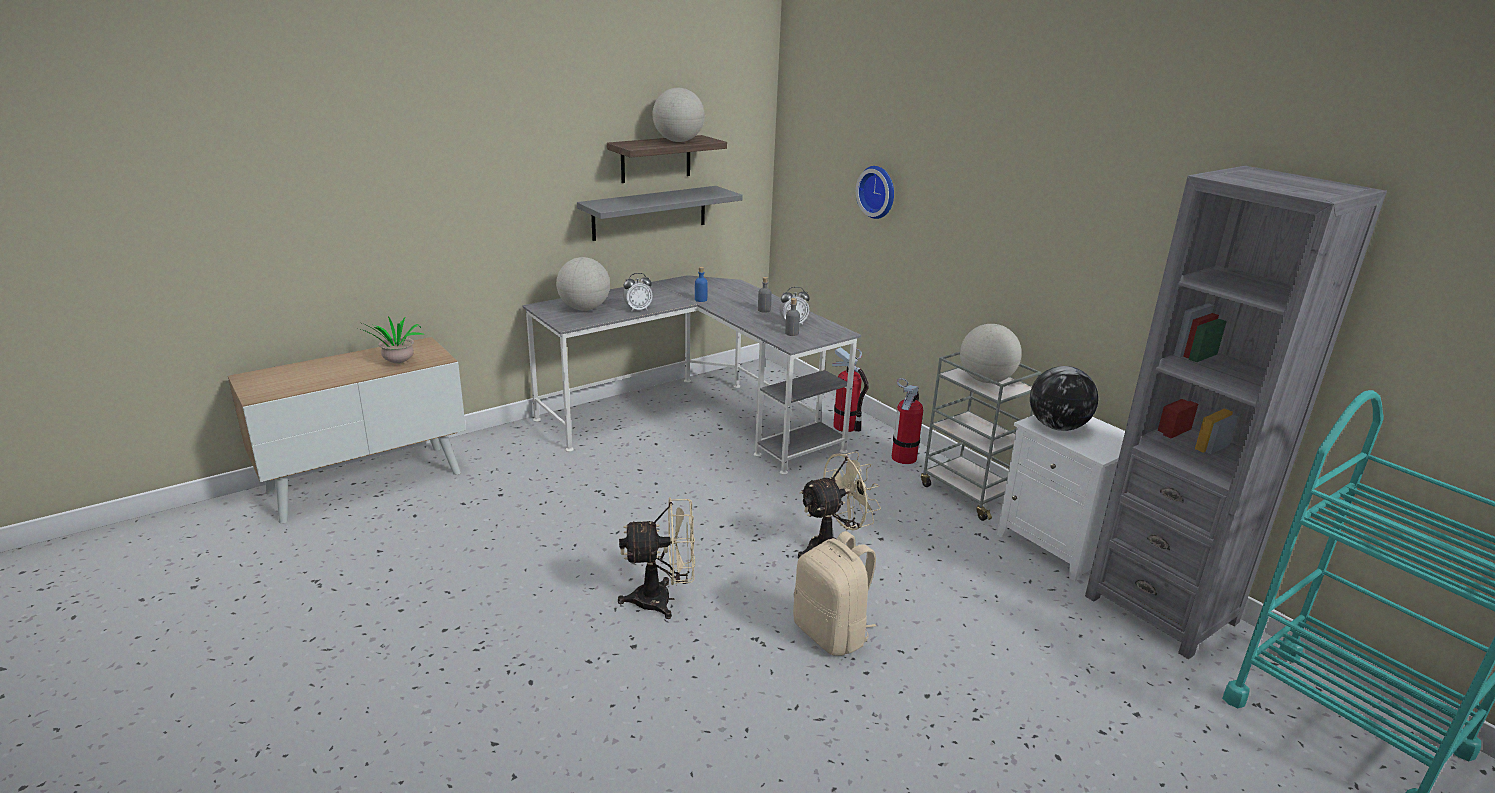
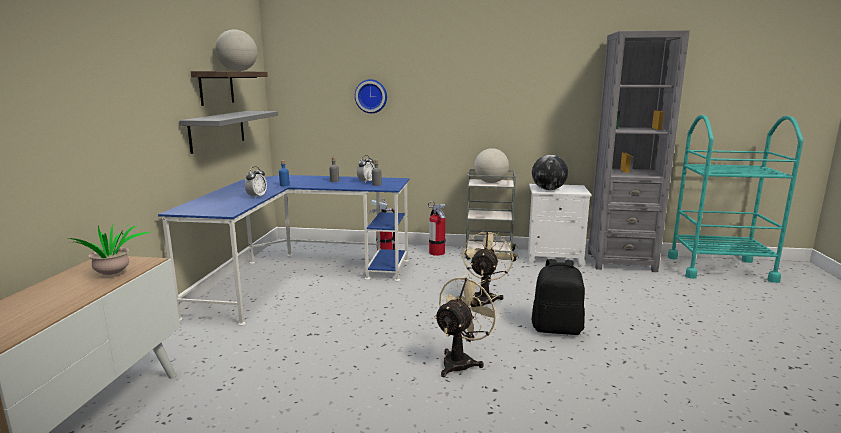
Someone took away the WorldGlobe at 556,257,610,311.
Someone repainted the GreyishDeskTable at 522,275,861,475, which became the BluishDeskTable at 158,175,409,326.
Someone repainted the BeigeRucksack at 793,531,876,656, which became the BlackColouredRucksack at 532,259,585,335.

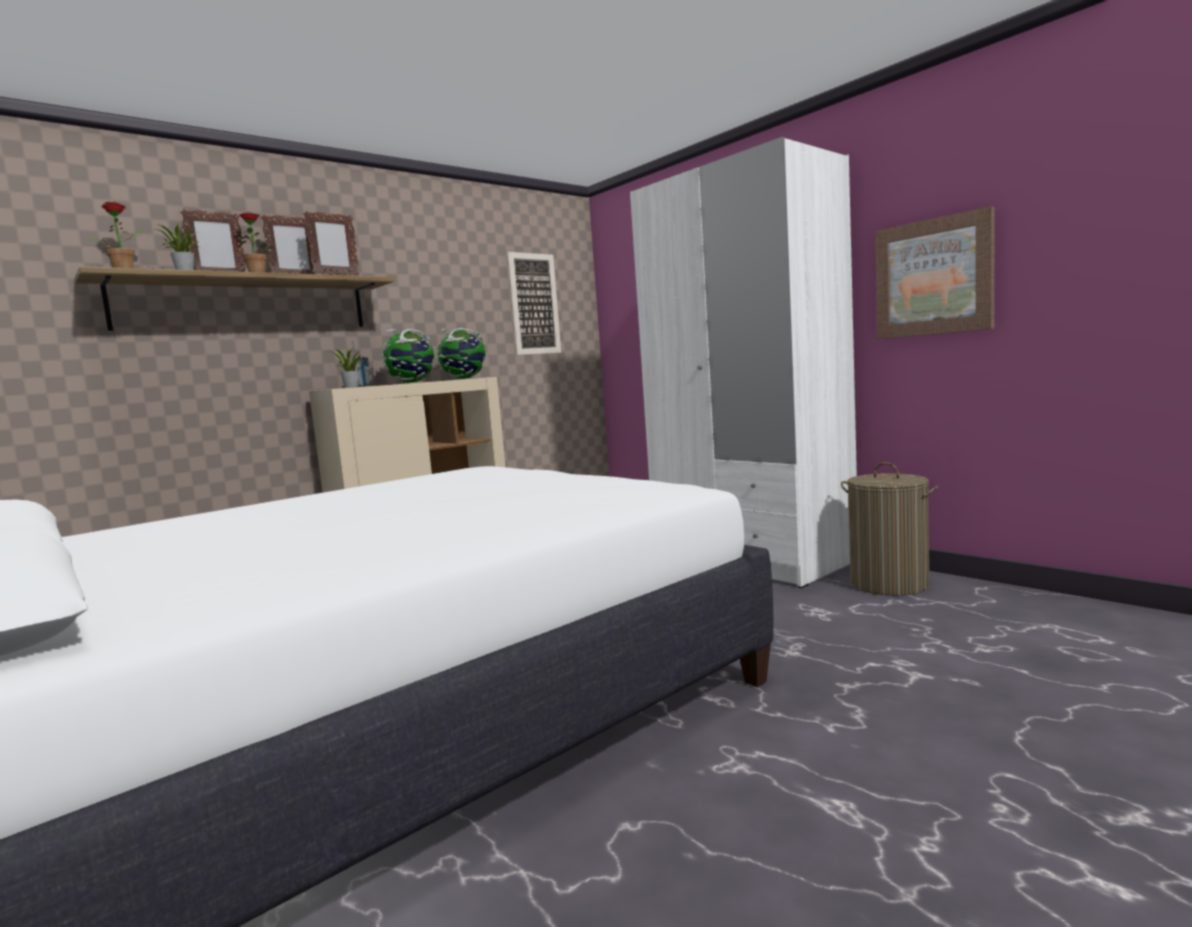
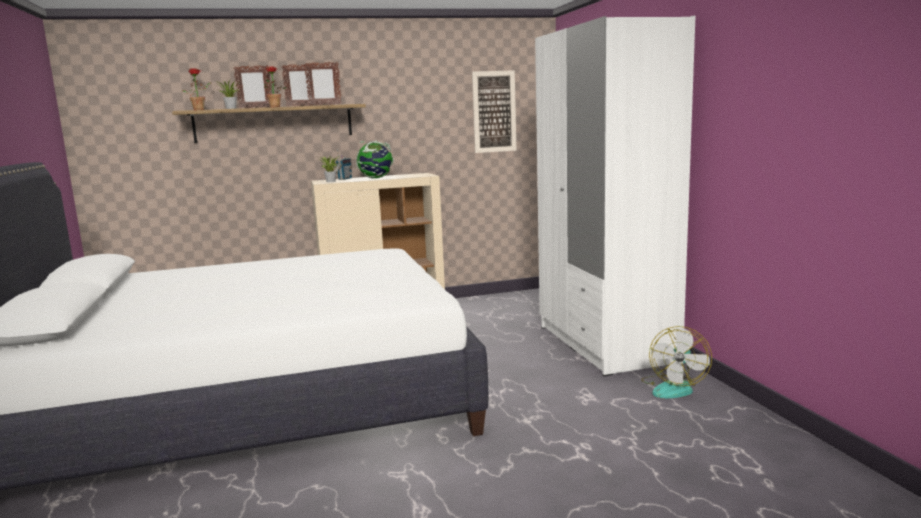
Someone took away the WorldGlobe at 437,328,487,379.
Someone took away the WallArt at 875,206,995,339.
Someone swapped the Hamper at 841,462,938,596 for the ElectricFan at 641,326,712,398.

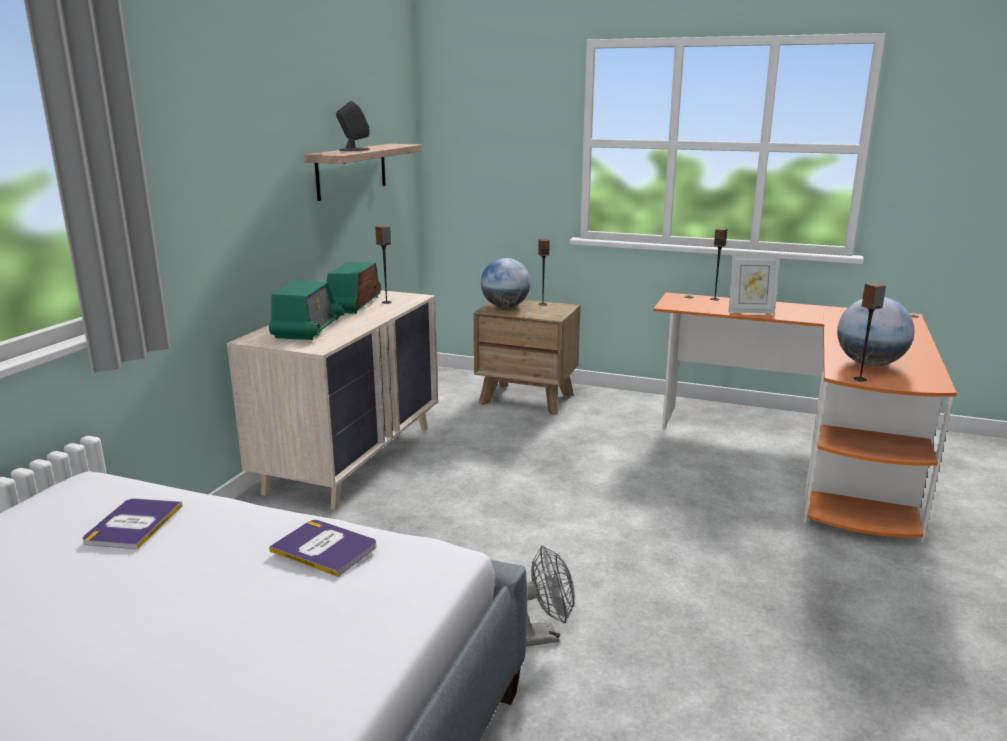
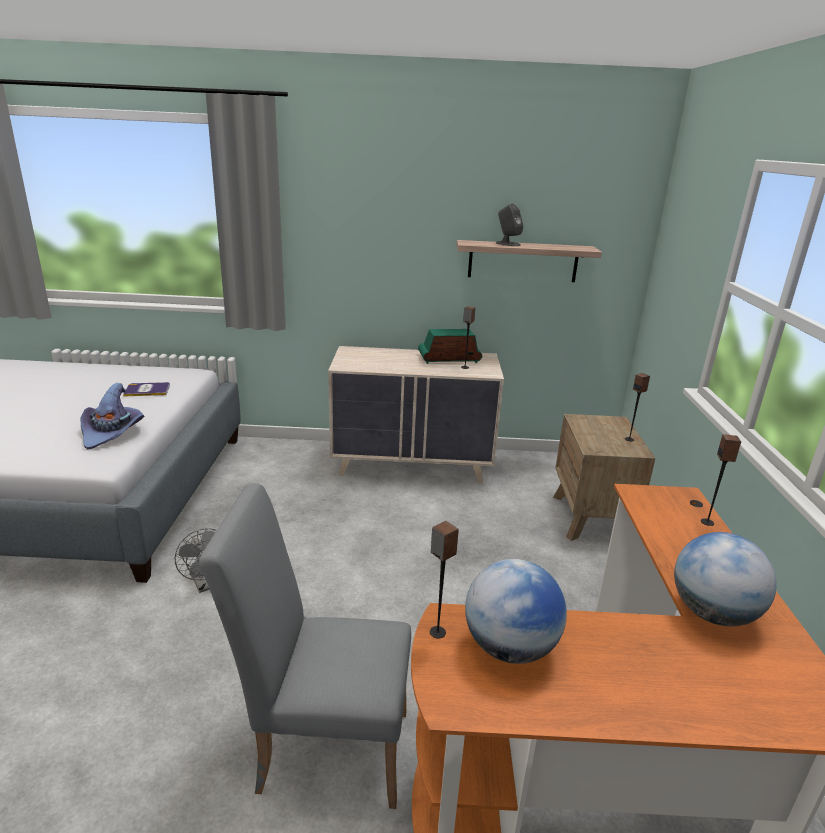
Someone took away the RadioSet at 269,280,345,340.
Someone took away the PhotoFrame at 729,255,779,314.
Someone put down the GreyishUprightChair at 199,483,411,809.
Someone carried the WorldGlobe from 481,258,530,308 to 674,532,777,626.
Someone swapped the Book at 269,520,376,577 for the PurplishWearableHat at 80,383,145,449.

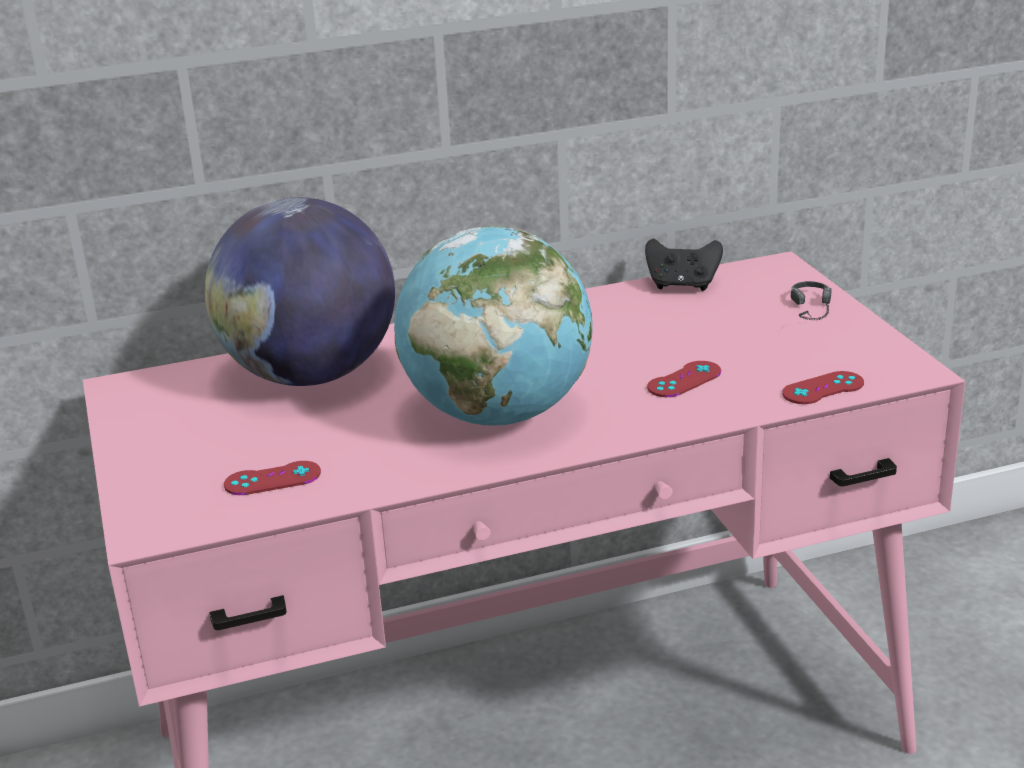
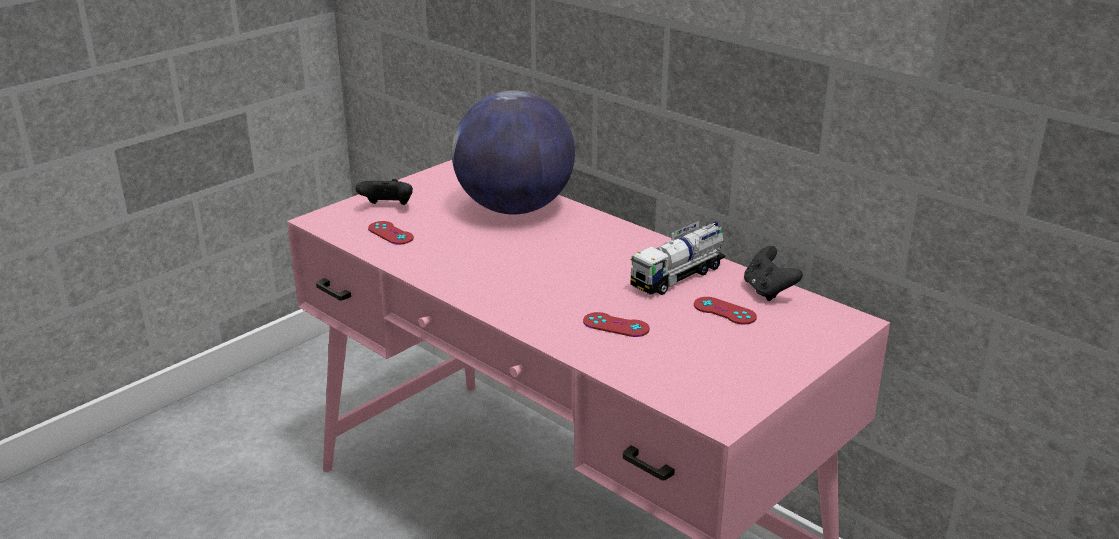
Someone took away the WorldGlobe at 394,226,592,426.
Someone took away the Headphones at 791,281,832,320.
Someone put down the BlackColouredJoypad at 355,179,413,205.
Someone put down the ModelTruck at 630,221,726,295.
Someone carried the RedJoypad from 782,371,864,404 to 694,297,757,325.

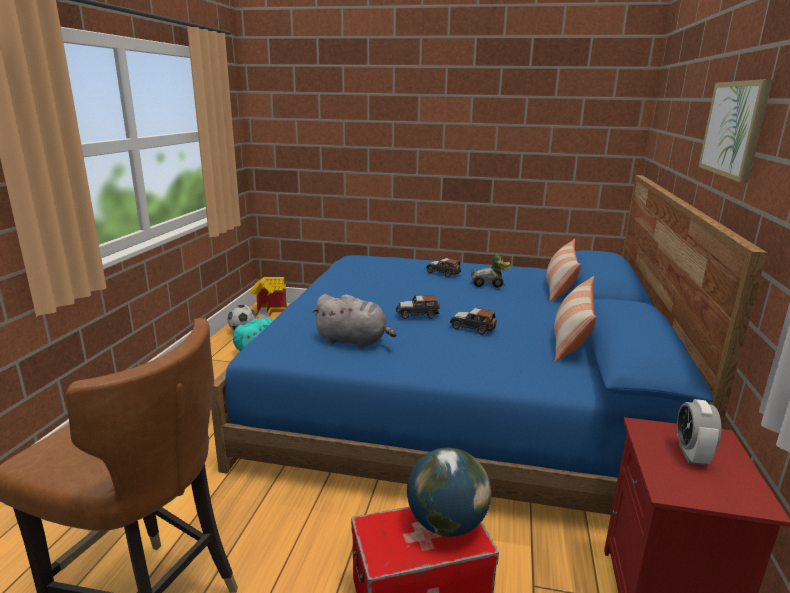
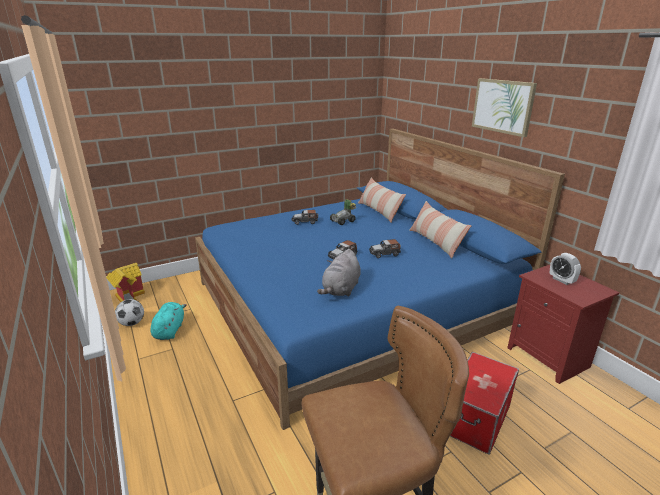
Someone took away the WorldGlobe at 407,448,491,537.
Someone rotated the GreyishSoftToy at 312,294,396,348 by 135 degrees clockwise.

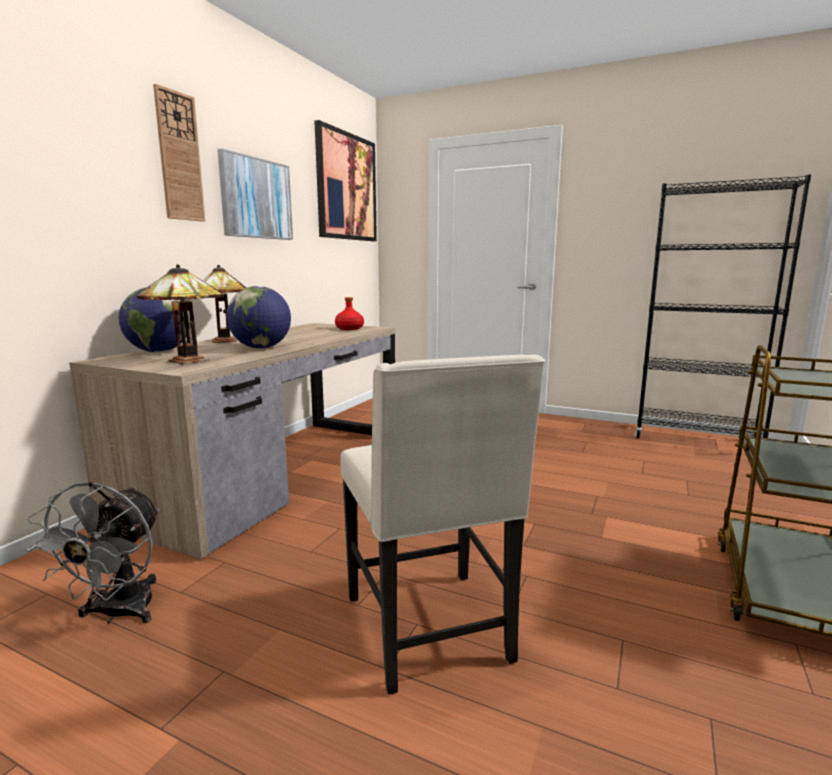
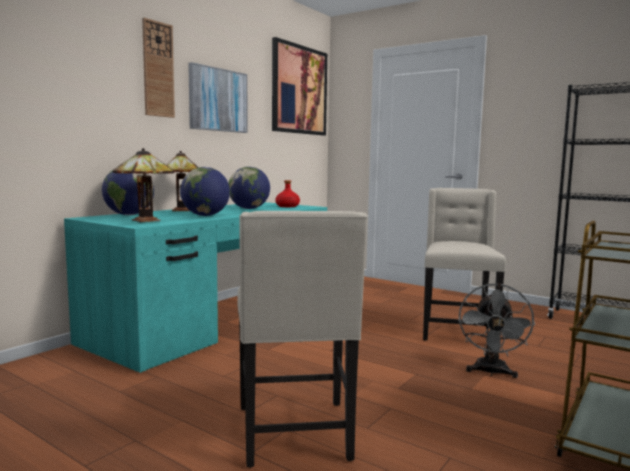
Someone put down the WorldGlobe at 228,167,270,209.
Someone put down the BeigeUprightChair at 423,188,506,341.
Someone carried the GreyishElectricFan from 26,482,160,624 to 459,283,535,378.
Someone repainted the BrownishDeskTable at 69,323,396,559, which became the BlueGreenDeskTable at 64,202,327,373.

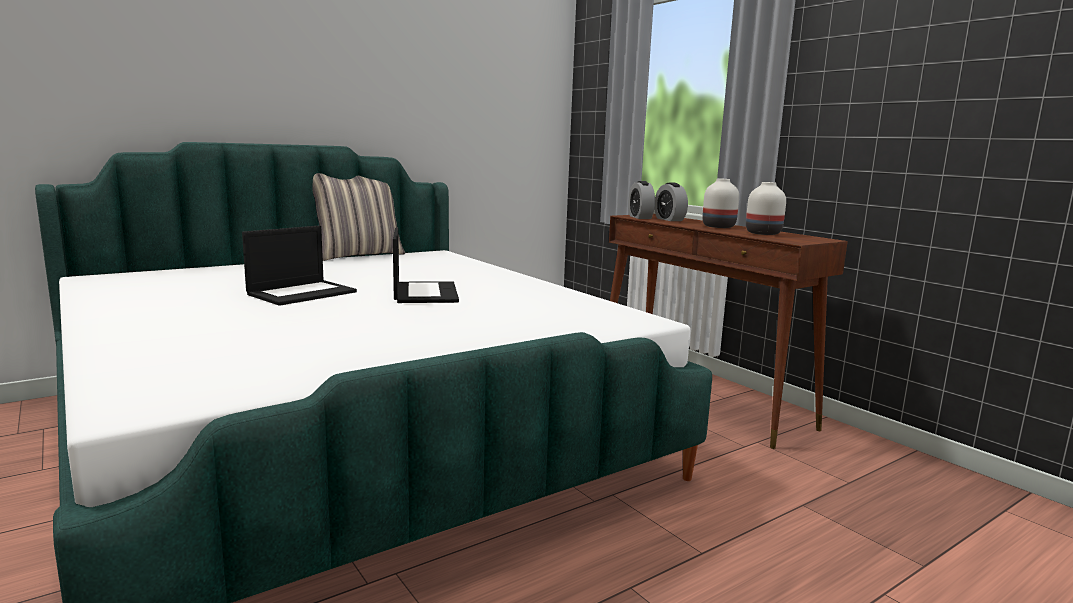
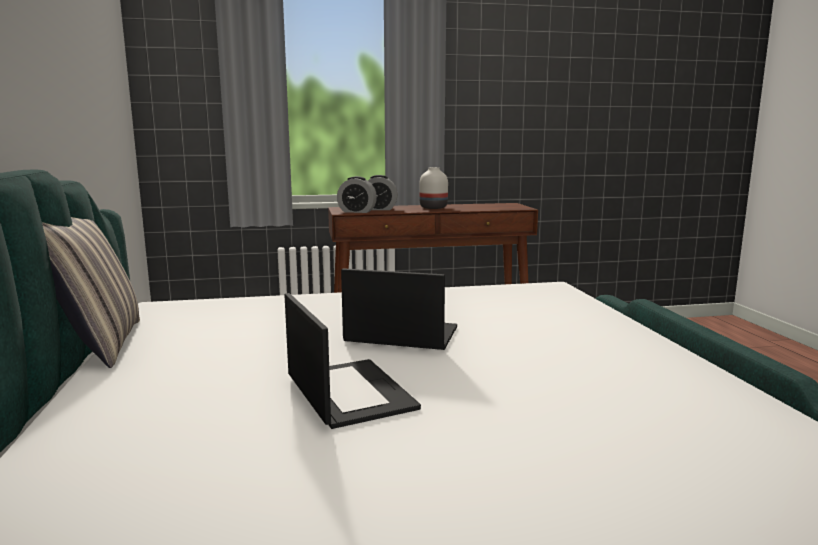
Someone took away the WhiteColouredVase at 746,182,786,235.

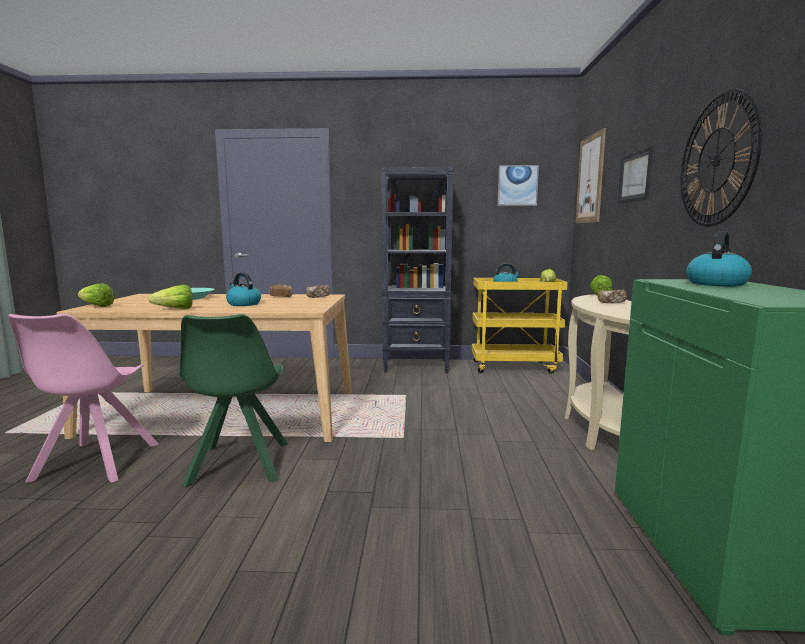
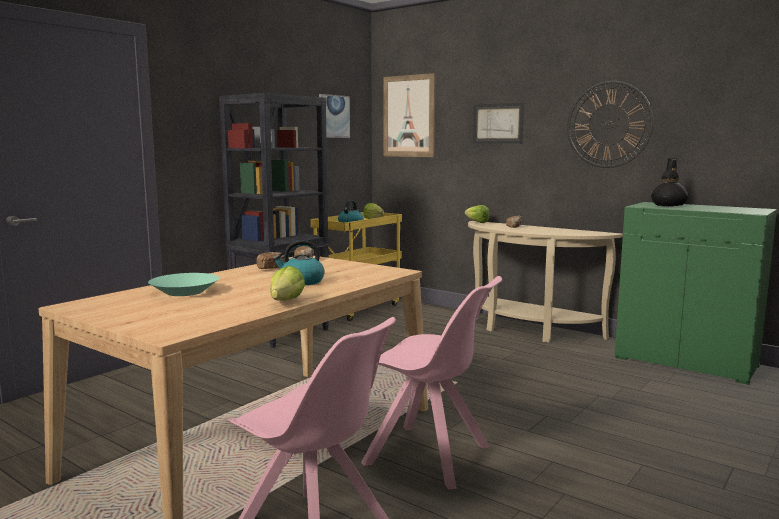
Someone took away the Lettuce at 78,283,114,307.
Someone swapped the TeaKettle at 686,231,752,286 for the BlackColouredVase at 651,158,688,206.
Someone repainted the GreenColouredUprightChair at 180,314,288,487, which became the PinkishUprightChair at 361,276,502,490.

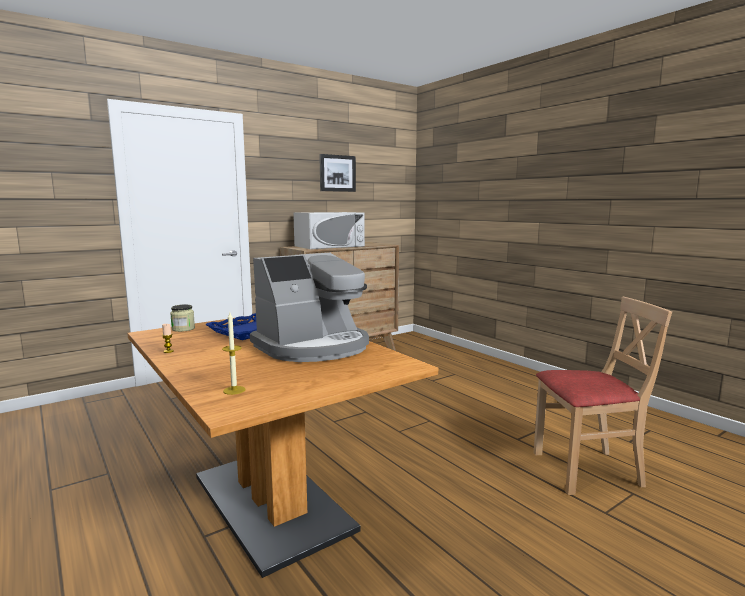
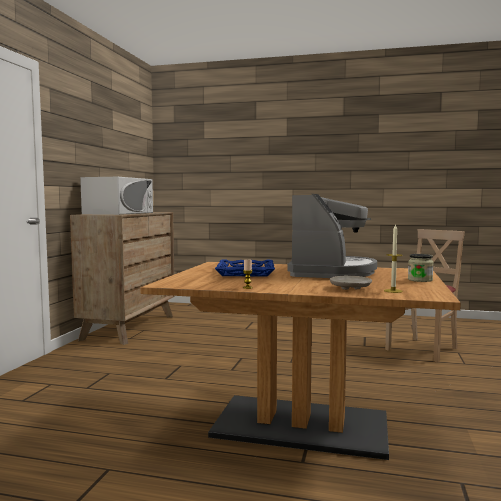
Someone took away the WallArt at 319,154,356,192.
Someone put down the BeigeFlatDish at 330,276,372,290.
Someone carried the Jar from 170,305,195,332 to 408,254,434,282.

